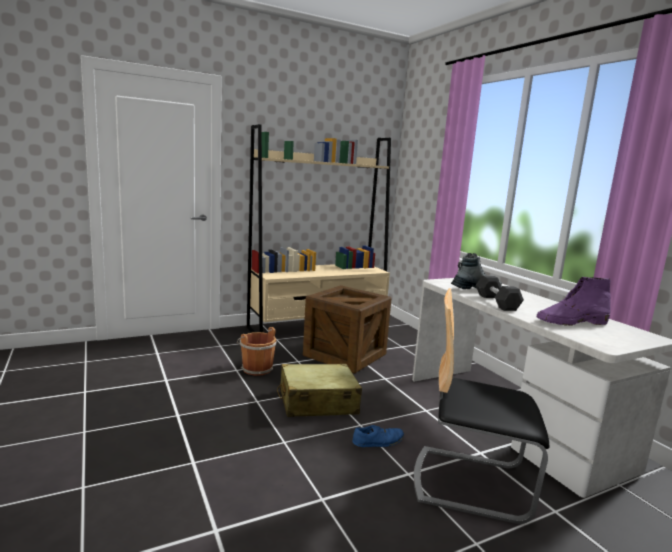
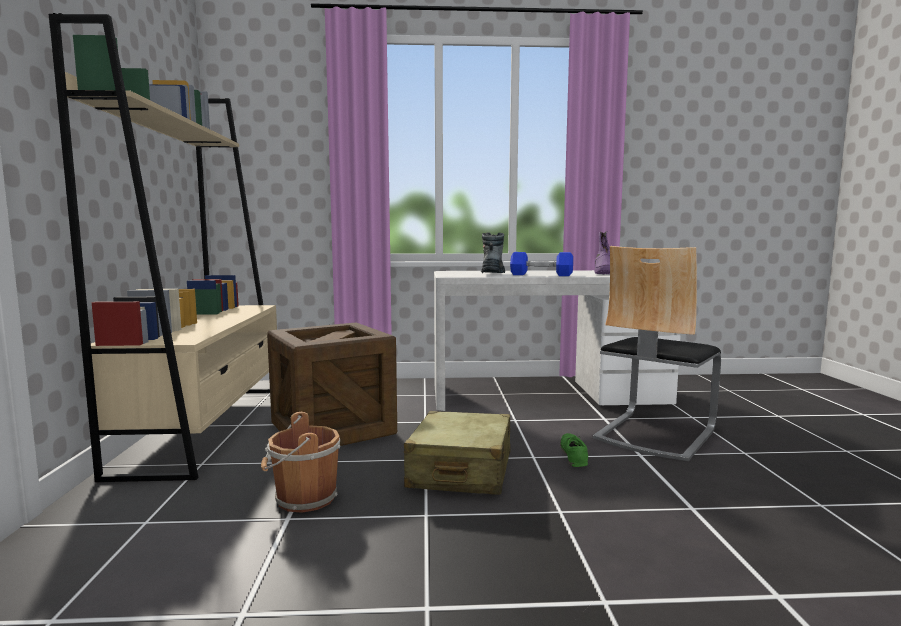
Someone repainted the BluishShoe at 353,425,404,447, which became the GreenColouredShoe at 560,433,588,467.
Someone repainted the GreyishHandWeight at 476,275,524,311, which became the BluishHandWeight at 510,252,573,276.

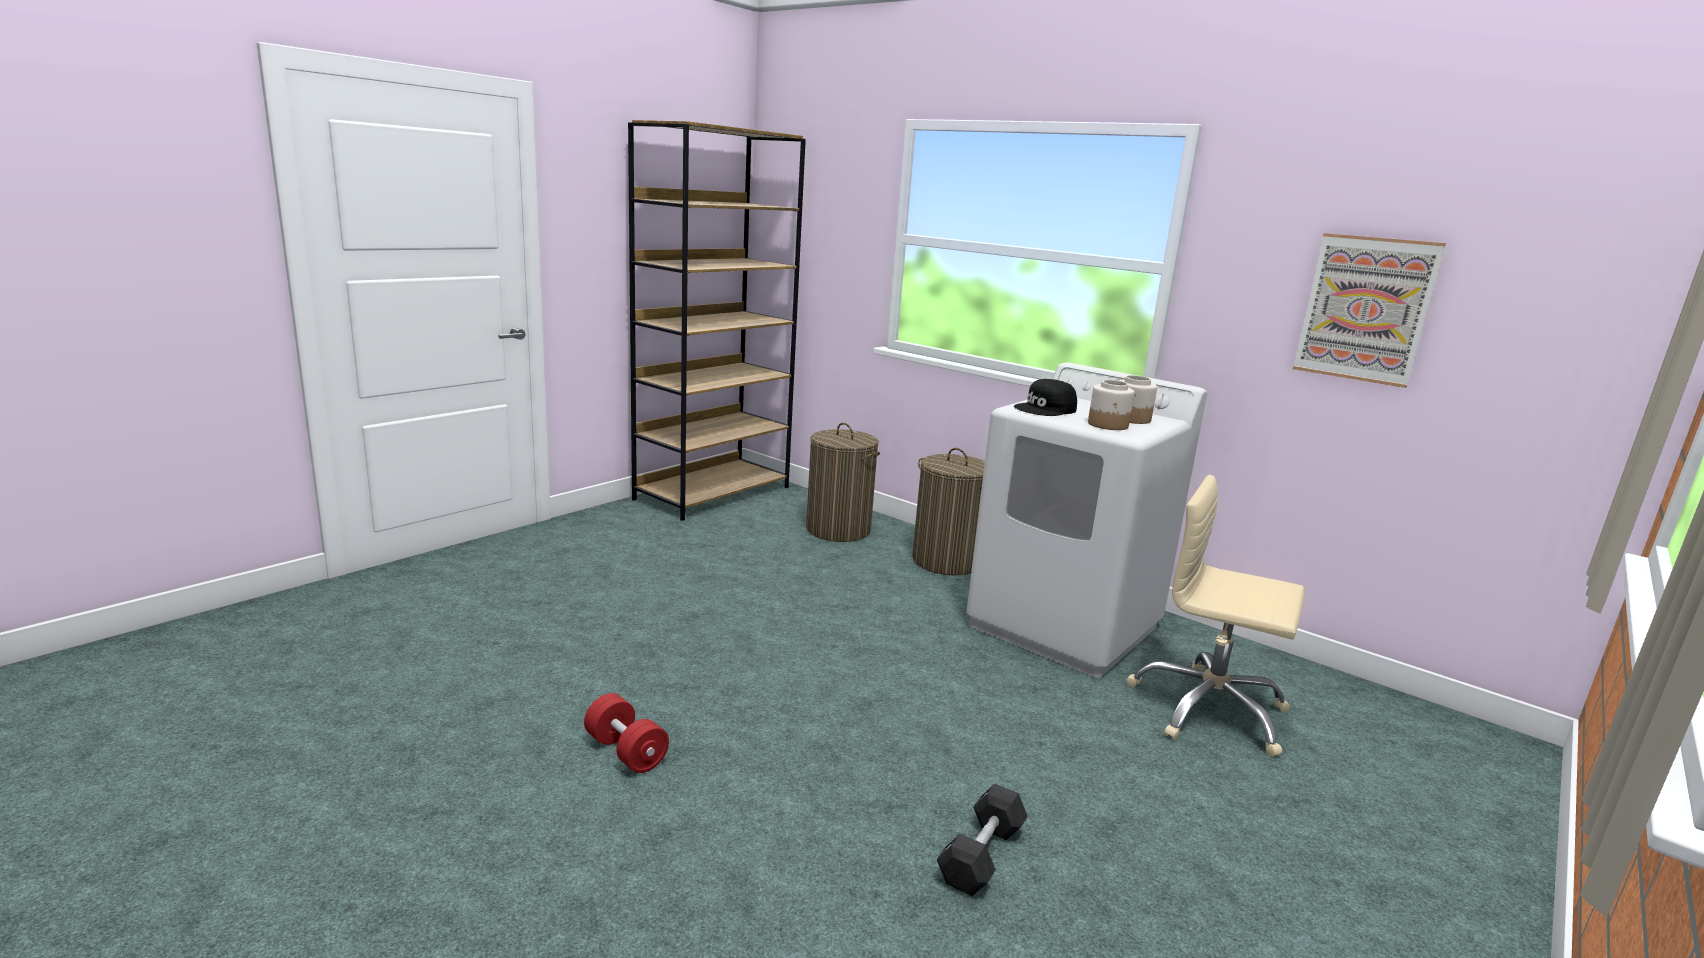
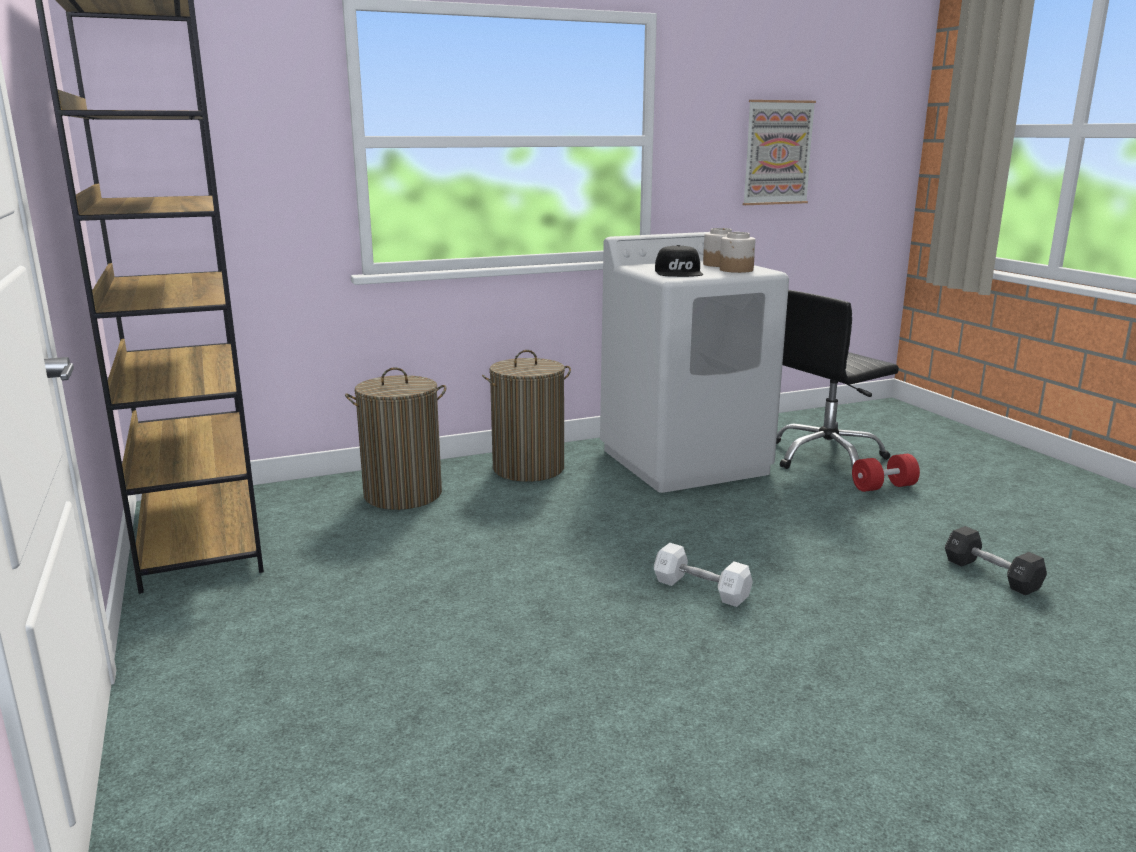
Someone put down the WhiteColouredHandWeight at 654,543,753,607.
Someone carried the RedHandWeight from 584,693,669,773 to 852,454,920,492.
Someone repainted the BeigeOfficeChair at 1126,475,1305,757, which became the BlackColouredOfficeChair at 776,290,899,469.

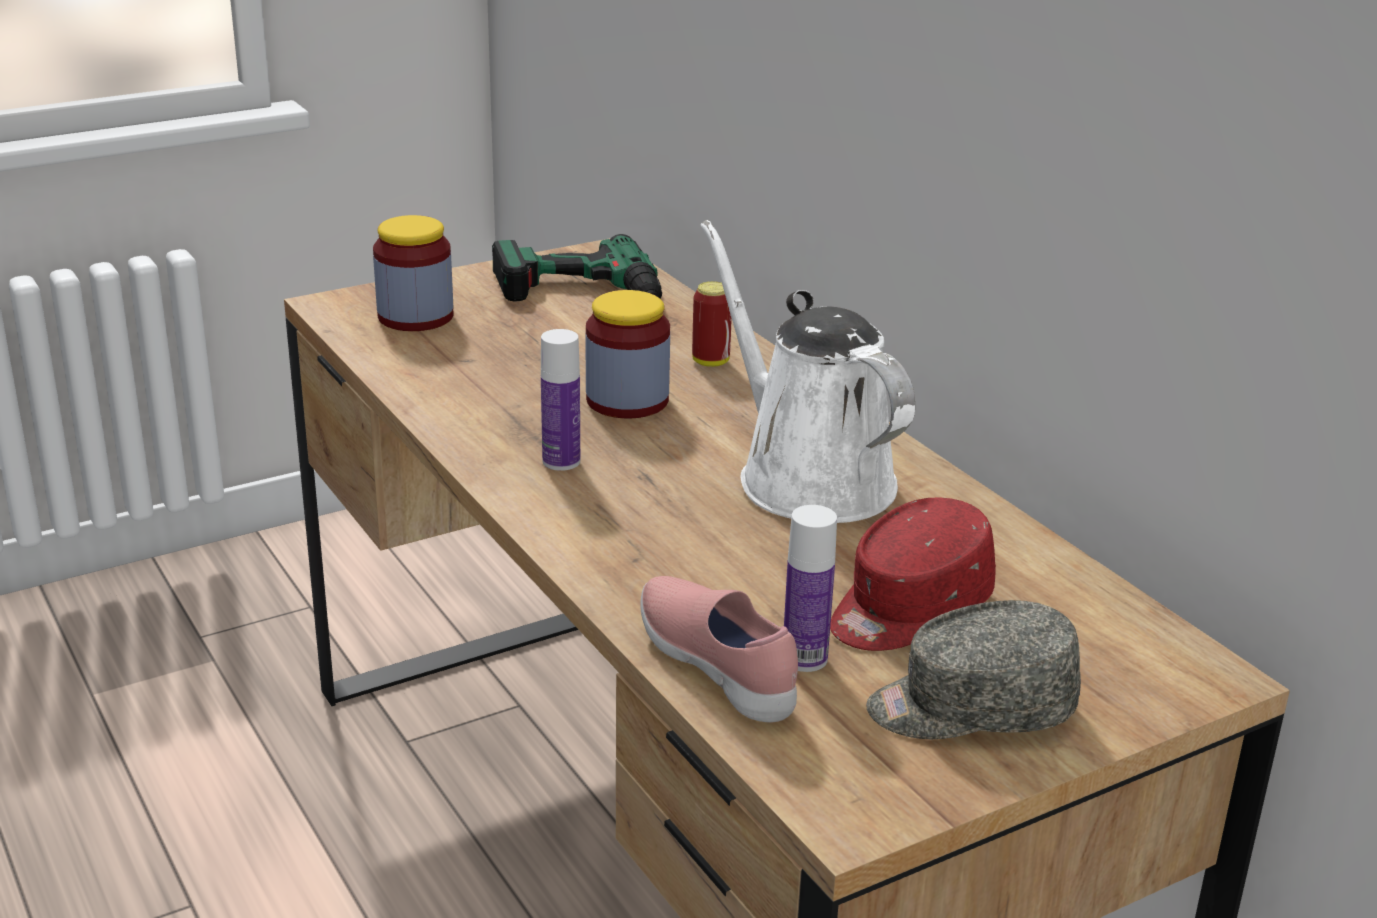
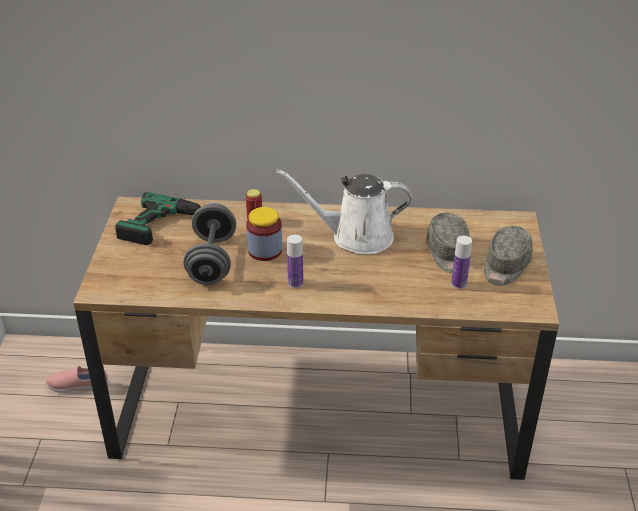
Someone took away the Jar at 373,215,453,331.
Someone put down the GreyishHandWeight at 184,203,236,285.
Someone carried the PinkishShoe from 640,576,798,723 to 45,366,109,393.
Someone repainted the RedCap at 830,497,996,651, which became the GreyishCap at 426,213,469,273.

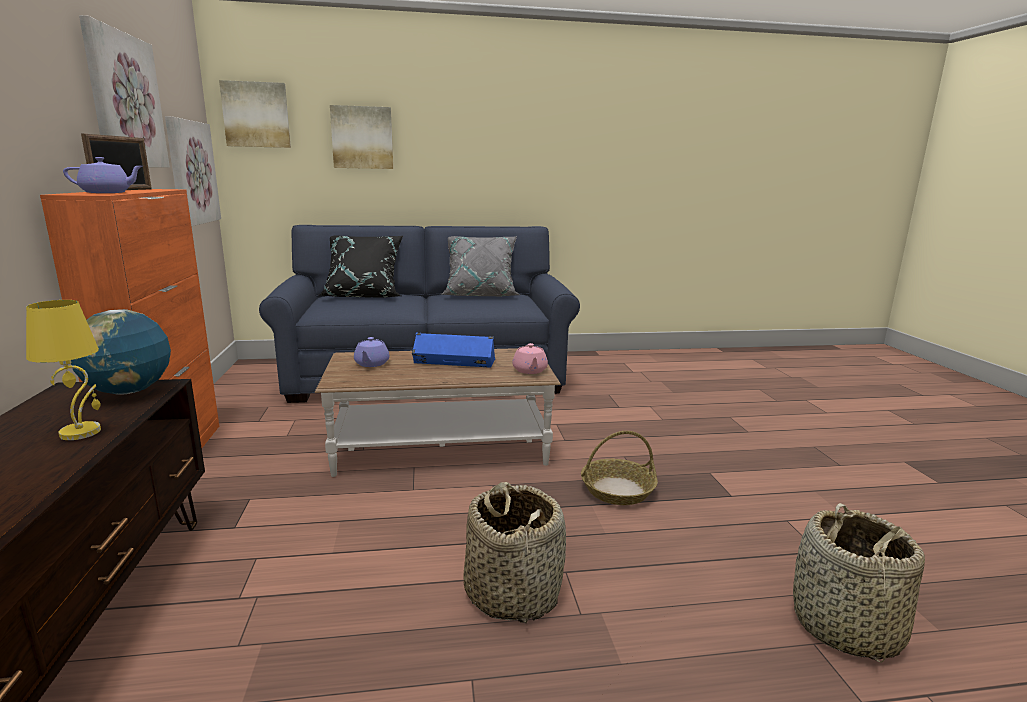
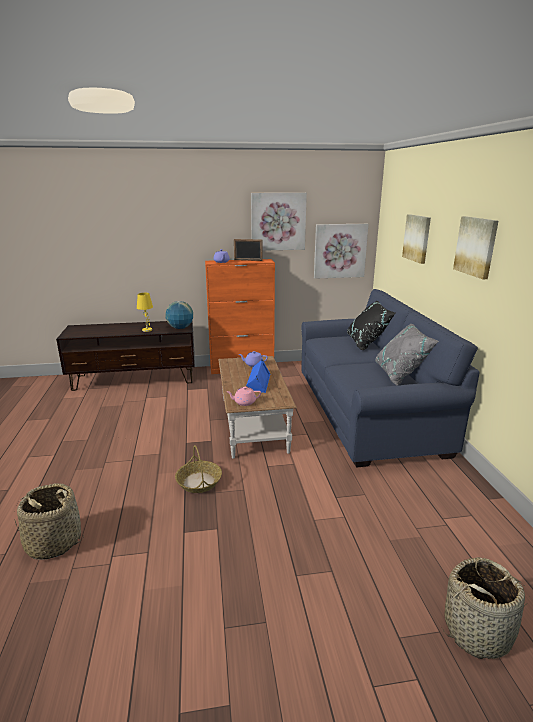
Someone carried the WallArt from 219,80,291,148 to 453,216,498,279.
Someone carried the StorageBasket from 464,482,566,623 to 442,557,527,659.

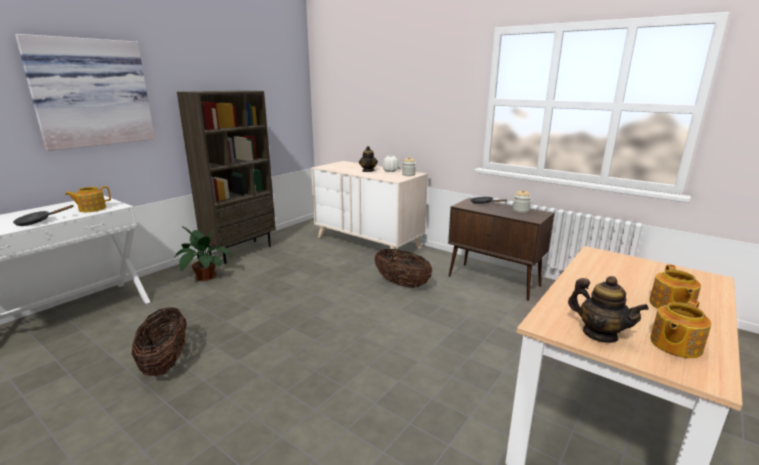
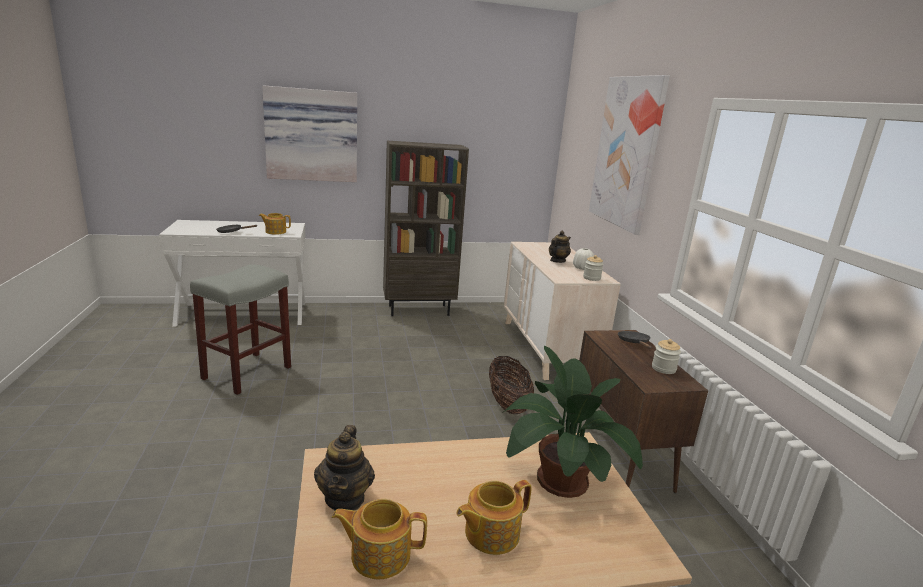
Someone put up the WallArt at 589,75,670,235.
Someone carried the PlantInAPot from 173,226,232,281 to 504,346,643,498.
Someone swapped the StorageBasket at 131,307,186,376 for the GreyishSittingStool at 190,264,291,395.

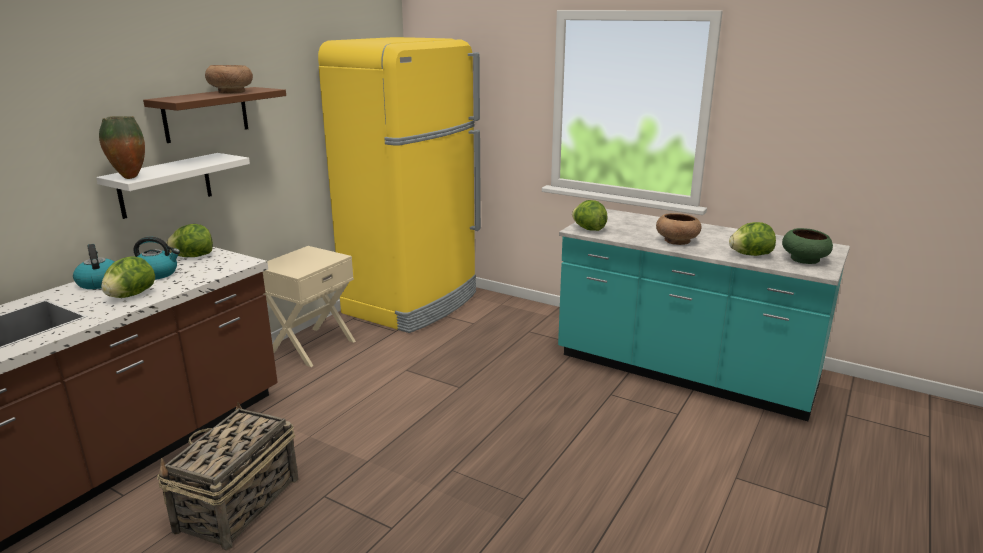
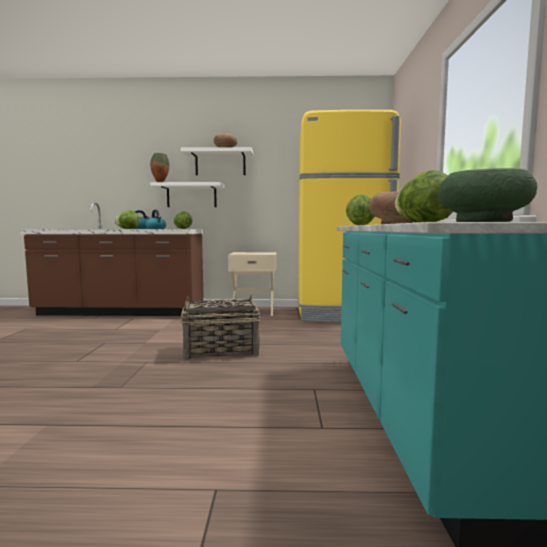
Someone carried the StorageBasket from 157,402,299,551 to 181,295,260,360.
Someone repainted the BrownishWallShelf at 143,87,286,143, which became the WhiteColouredWallShelf at 181,147,254,175.

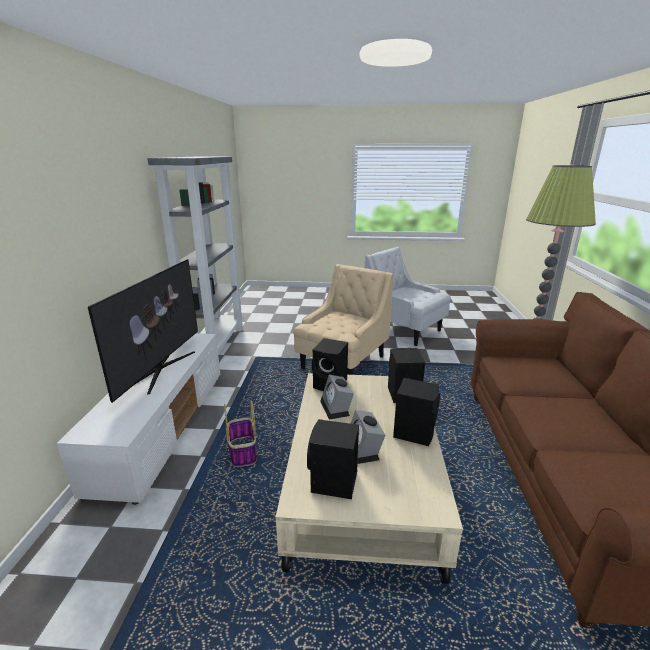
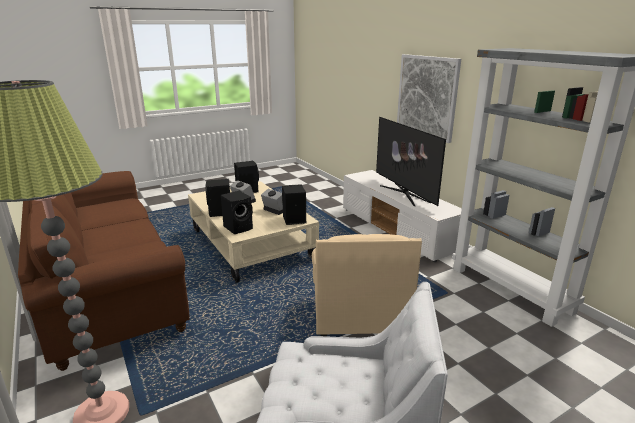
Someone took away the StorageBasket at 224,400,257,467.
Someone put up the WallArt at 397,54,461,143.

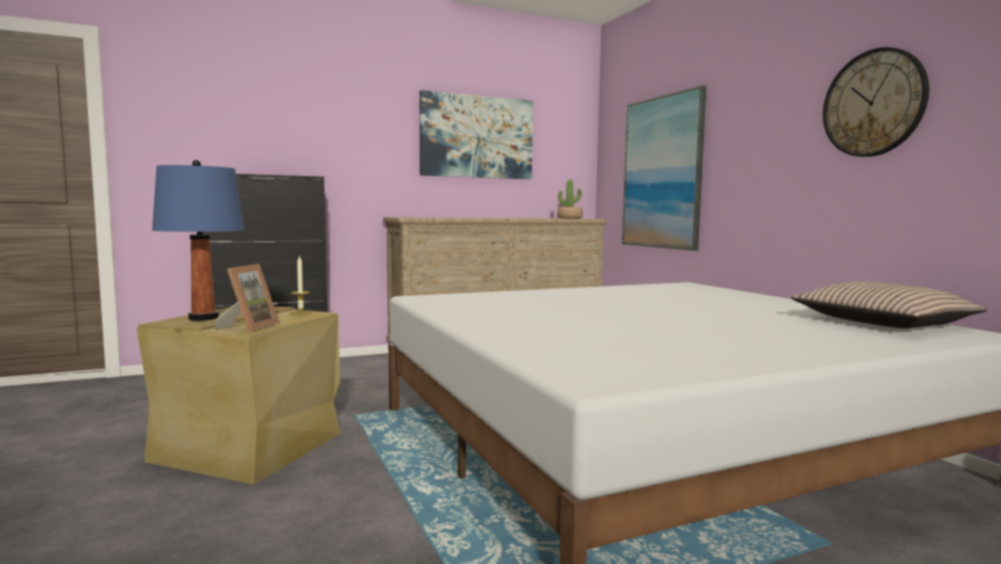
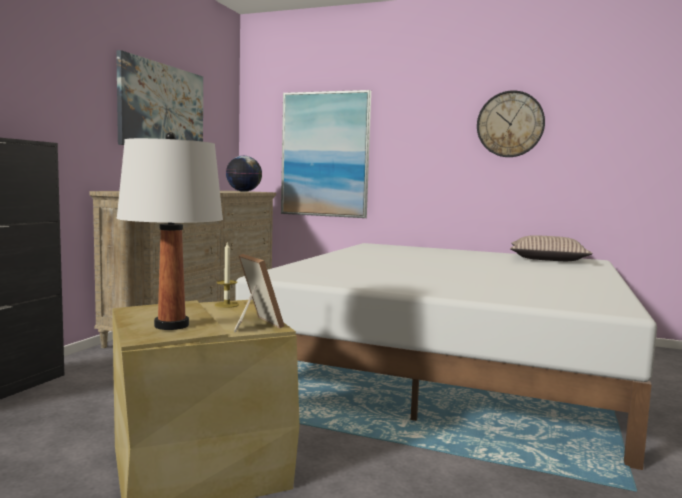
Someone swapped the PlantInAPot at 557,179,583,219 for the WorldGlobe at 226,156,262,192.
Someone repainted the BluishTabletopLamp at 152,160,244,321, which became the WhiteColouredTabletopLamp at 117,132,223,330.

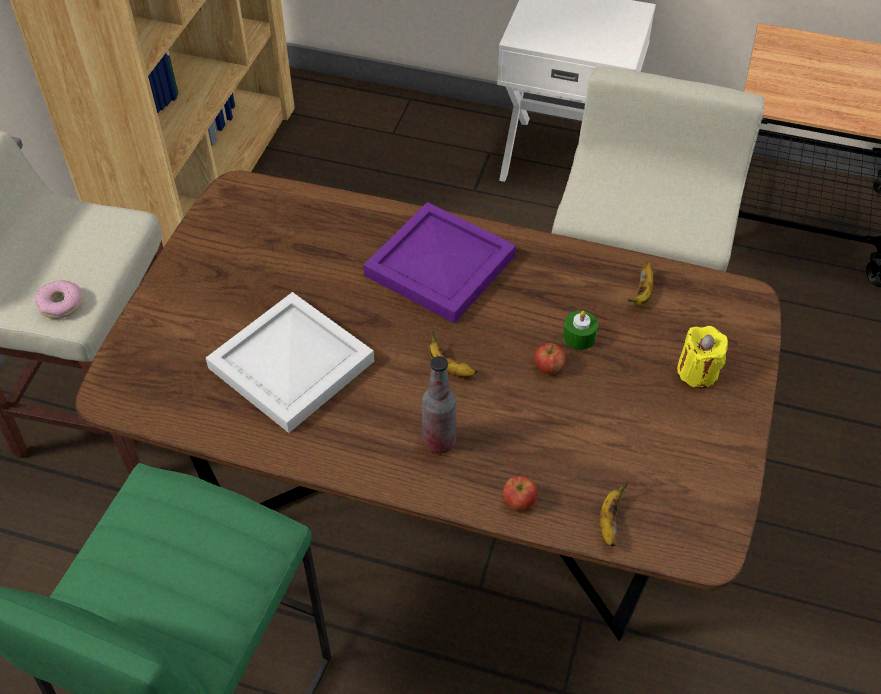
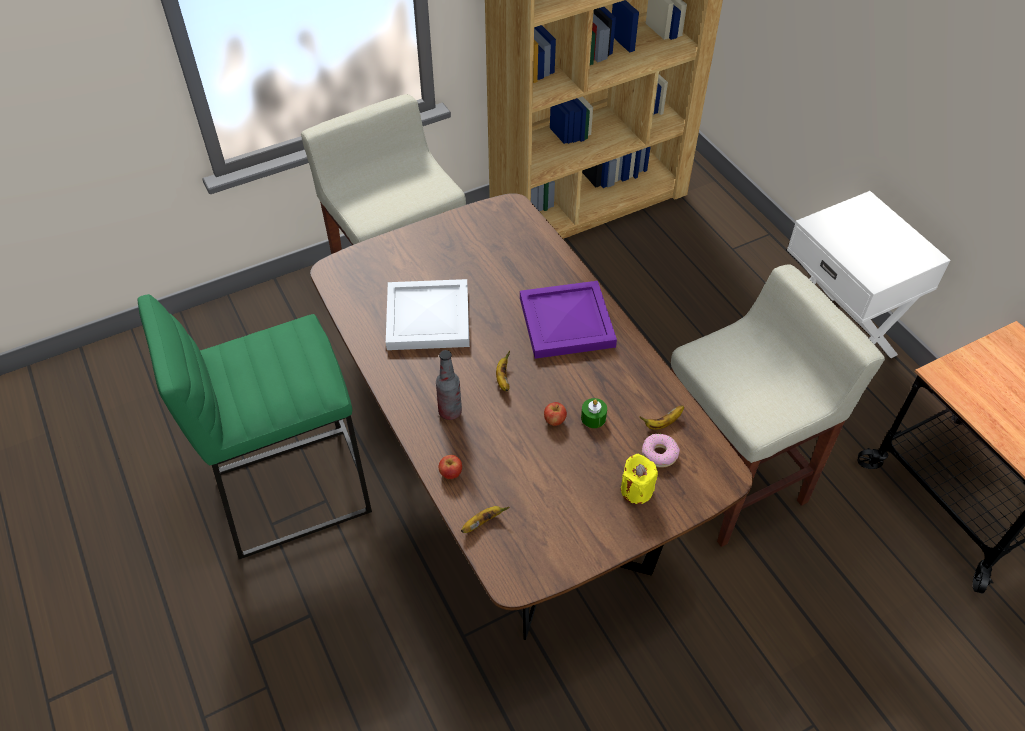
Someone carried the Doughnut from 35,280,82,319 to 642,434,680,468.

